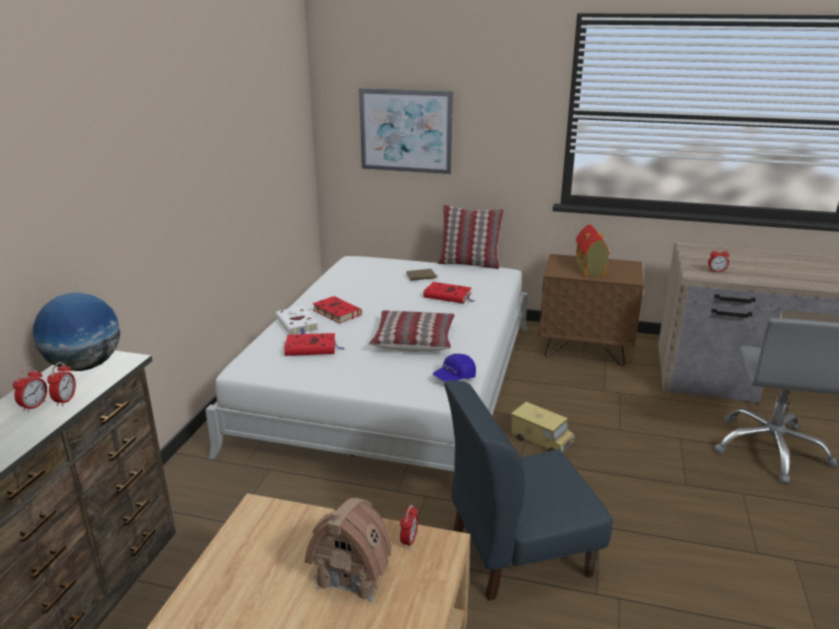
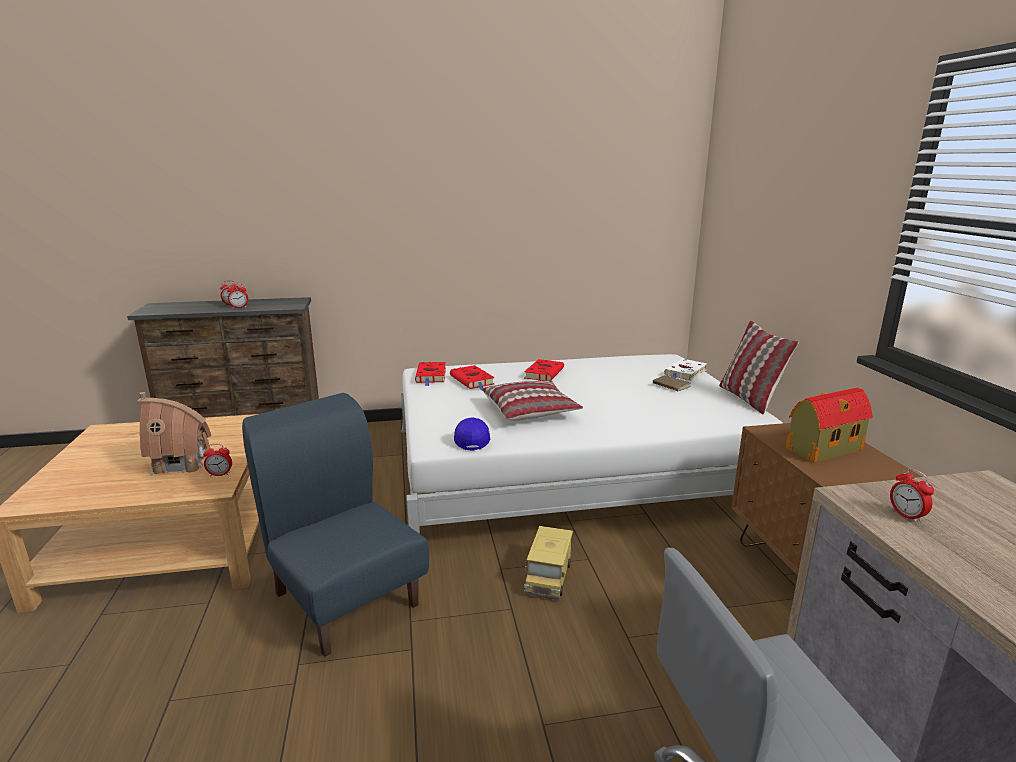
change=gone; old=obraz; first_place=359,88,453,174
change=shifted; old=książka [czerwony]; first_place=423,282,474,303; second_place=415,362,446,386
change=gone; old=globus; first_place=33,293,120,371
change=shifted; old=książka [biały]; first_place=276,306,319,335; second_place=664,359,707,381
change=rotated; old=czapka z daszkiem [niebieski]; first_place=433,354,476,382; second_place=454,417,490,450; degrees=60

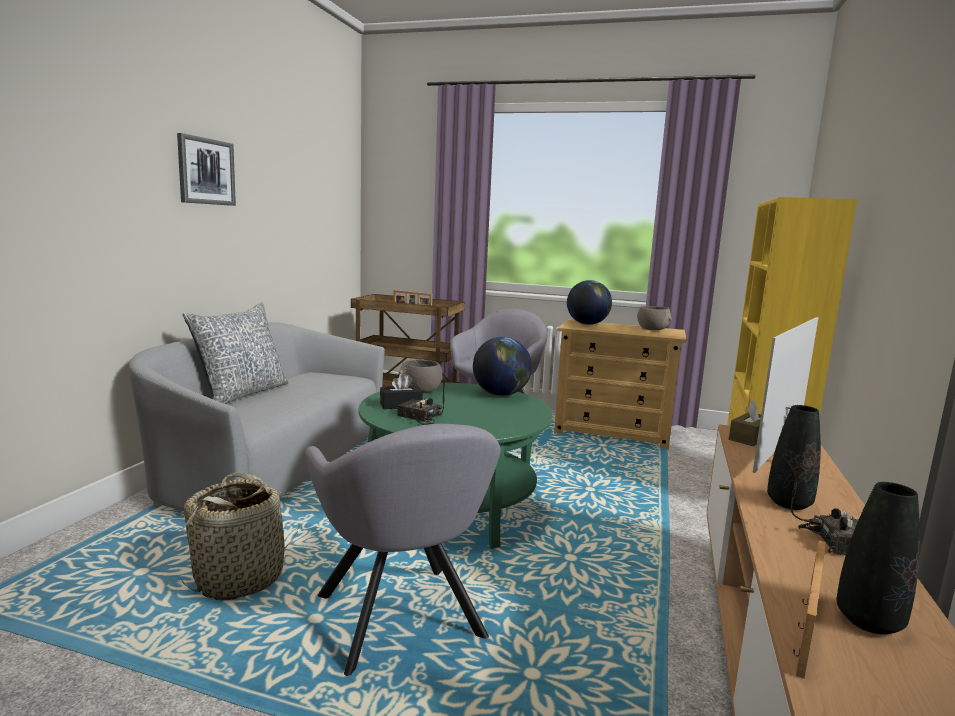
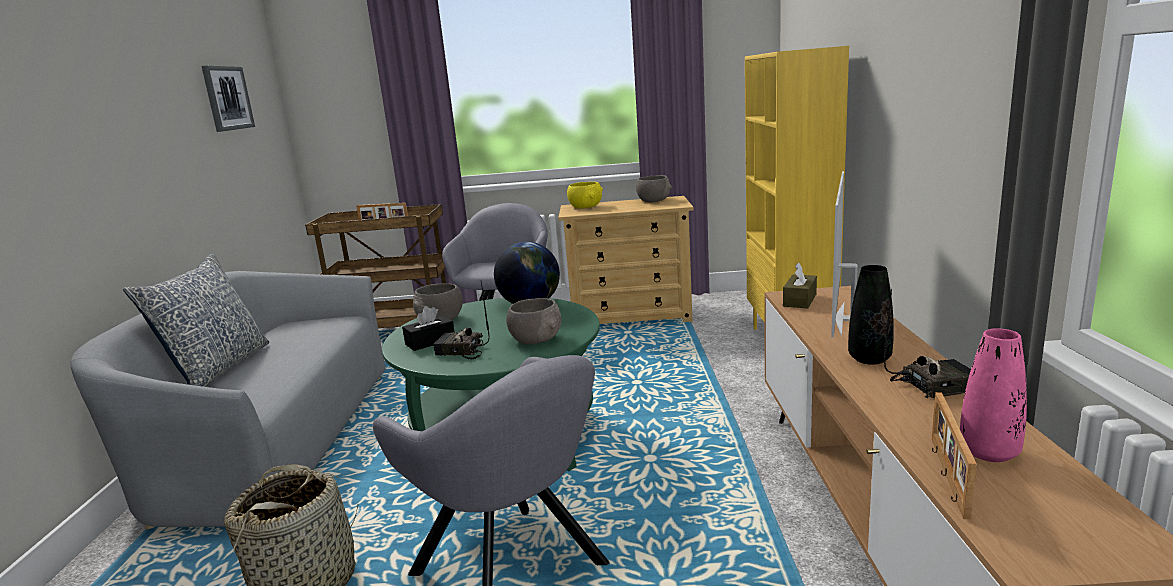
change=shifted; old=obraz; first_place=177,133,236,206; second_place=201,66,255,132
change=swapped; old=globus; new=miska [żółty]; first_place=567,280,612,325; second_place=567,182,603,209
change=repainted; old=wazon [czarny]; new=wazon [różowy]; first_place=836,482,920,635; second_place=960,329,1027,462
change=new; new=miska [szary]; second_place=506,298,561,344

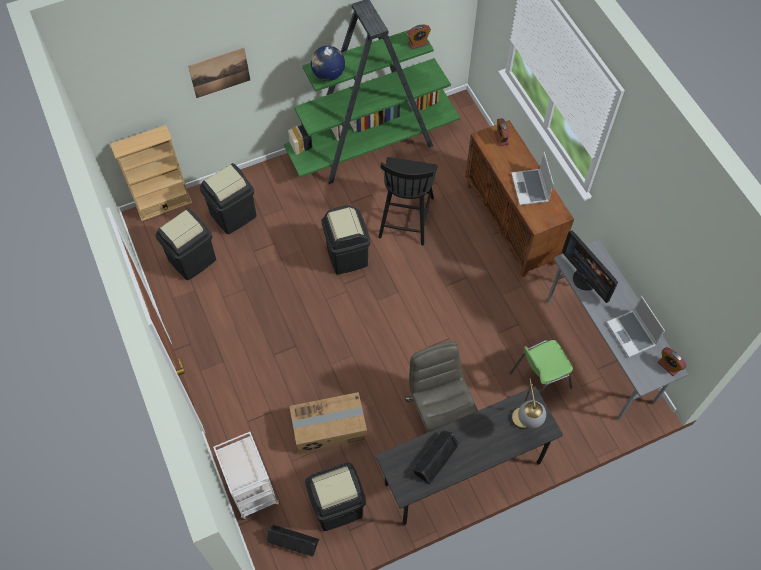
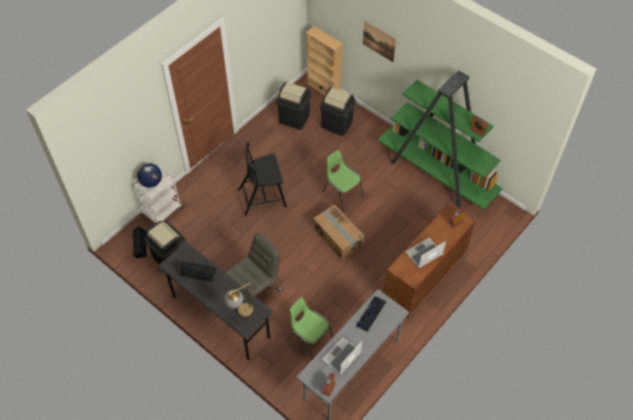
change=shifted; old=globus; first_place=311,46,345,81; second_place=137,163,162,188
change=shifted; old=krzesło [czarny]; first_place=378,157,438,245; second_place=238,142,287,216
change=swapped; old=kosz na śmieci [czarny]; new=krzesło [zielony]; first_place=321,205,370,275; second_place=322,150,364,212
change=swapped; old=monitor; new=klawiatura; first_place=562,231,618,303; second_place=356,296,386,332
change=shifted; old=karton; first_place=289,392,367,454; second_place=313,205,364,259

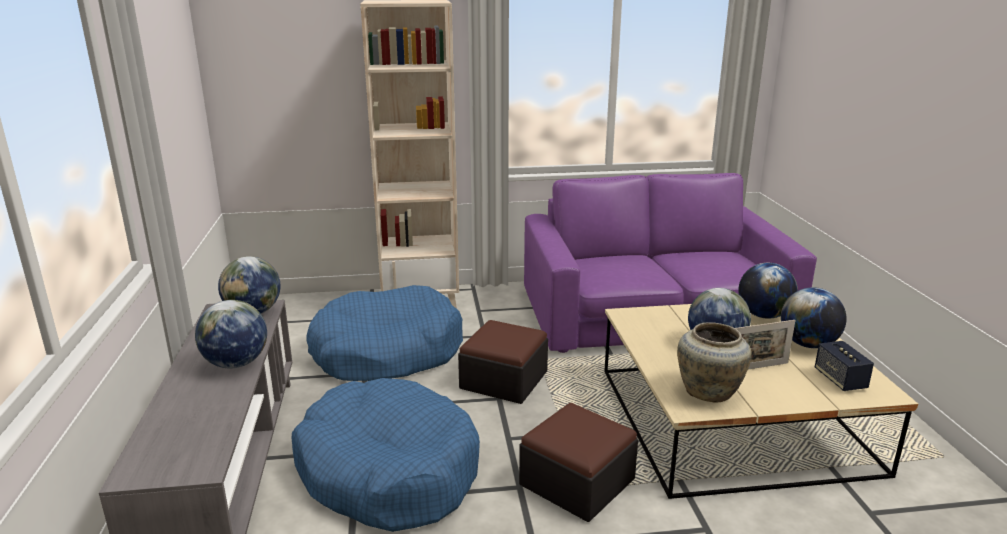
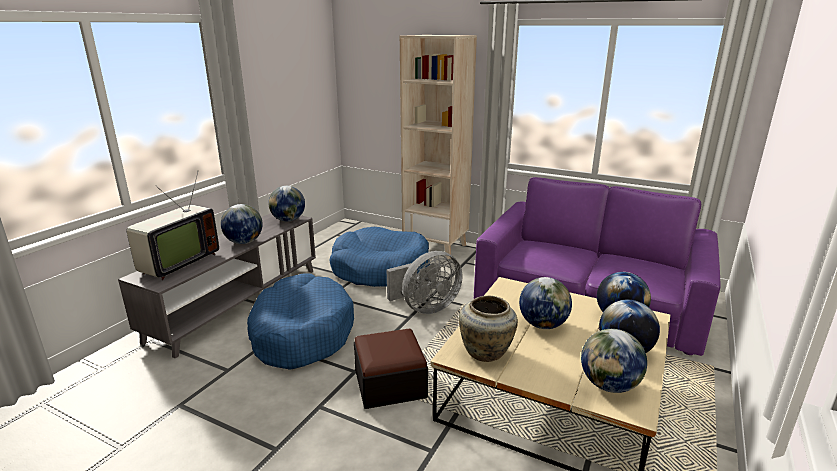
change=swapped; old=pufa; new=wentylator [szary]; first_place=458,320,548,404; second_place=386,251,463,314
change=gone; old=ramka na zdjęcie; first_place=735,320,795,370
change=swapped; old=głośnik; new=globus; first_place=815,341,874,391; second_place=581,329,647,393
change=new; new=telewizor; second_place=126,170,219,280

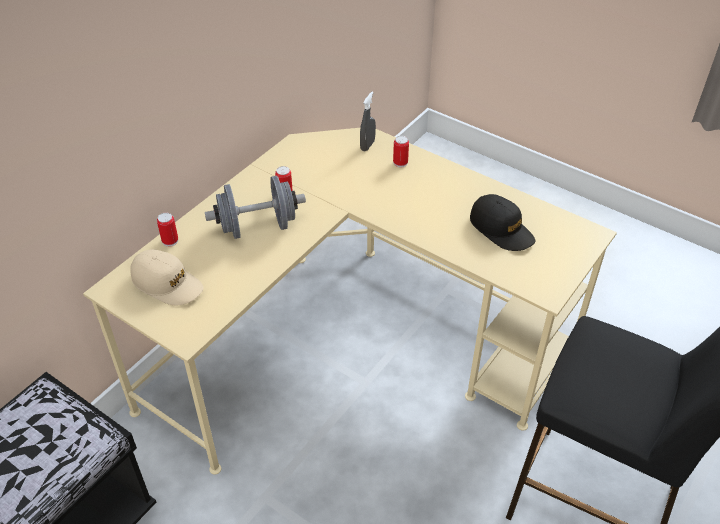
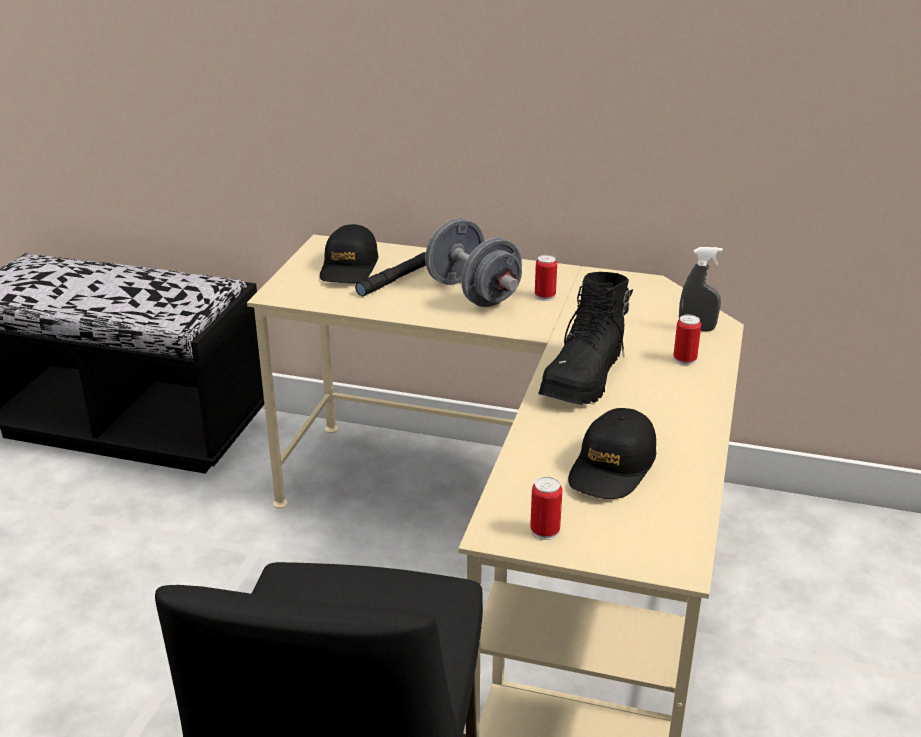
change=shifted; old=puszka; first_place=157,213,178,247; second_place=530,477,562,540
change=repainted; old=czapka z daszkiem [beżowy]; new=czapka z daszkiem [czarny]; first_place=131,249,203,306; second_place=320,224,378,283
change=new; new=latarka [czarny]; second_place=355,252,426,296
change=new; new=but z cholewką [czarny]; second_place=539,272,633,405

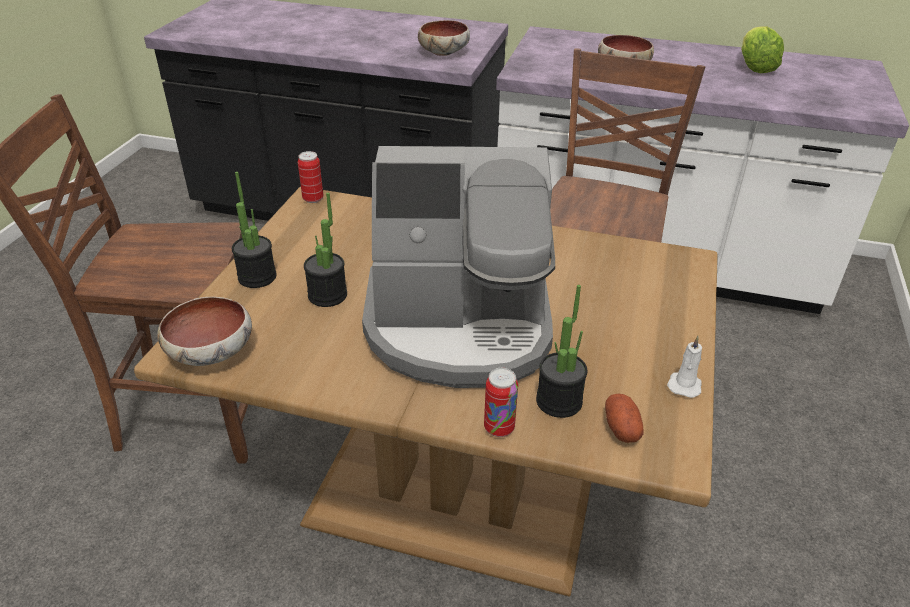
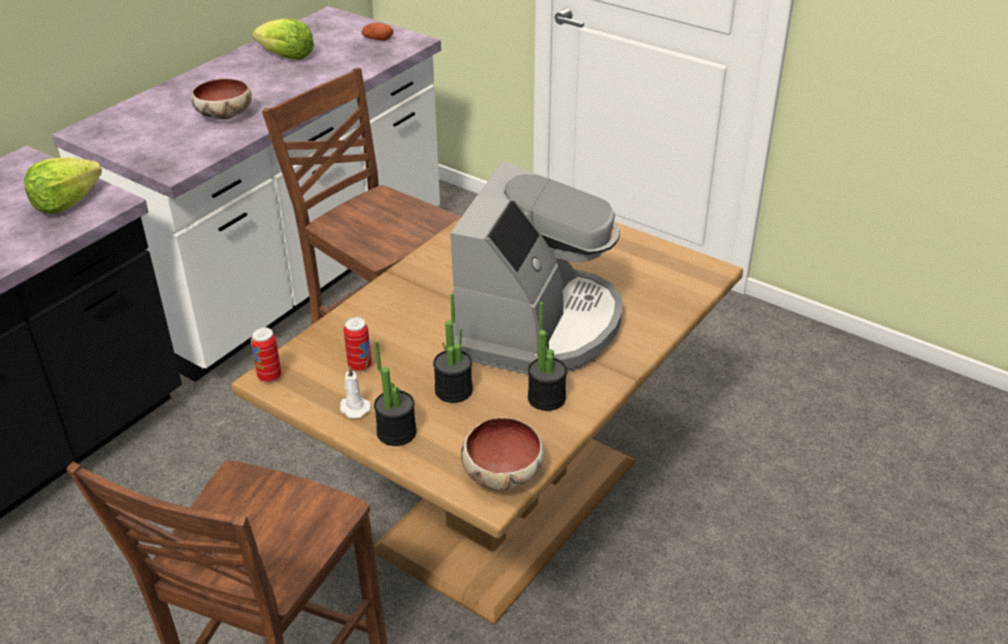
change=swapped; old=miska; new=sałata; first_place=418,20,470,56; second_place=24,157,102,214
change=shifted; old=roślina doniczkowa; first_place=536,285,587,418; second_place=528,302,567,411
change=shifted; old=świeca [biały]; first_place=667,336,702,398; second_place=340,366,371,419
change=shifted; old=puszka; first_place=484,368,518,437; second_place=344,317,372,372
change=shifted; old=ziemniak; first_place=605,394,644,443; second_place=362,23,393,41

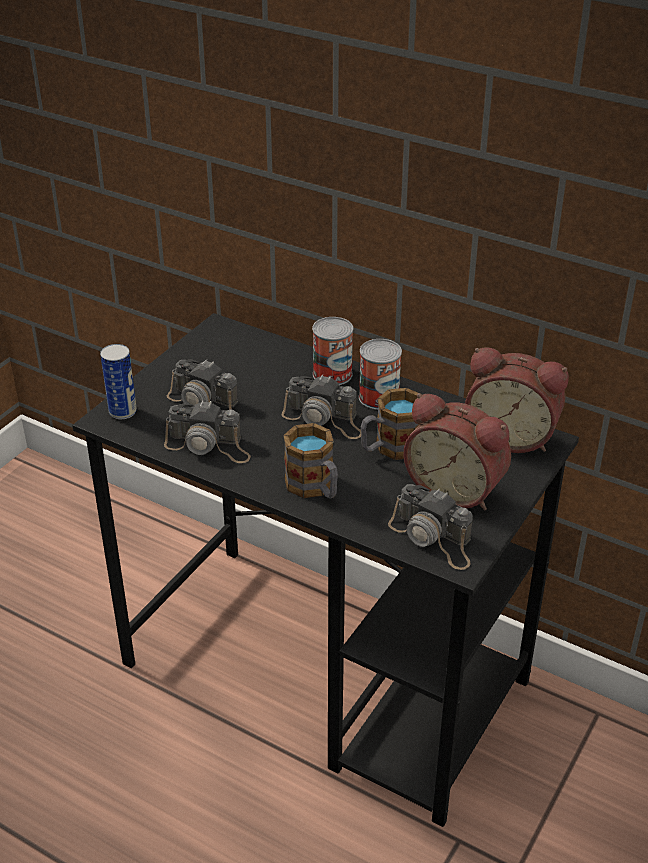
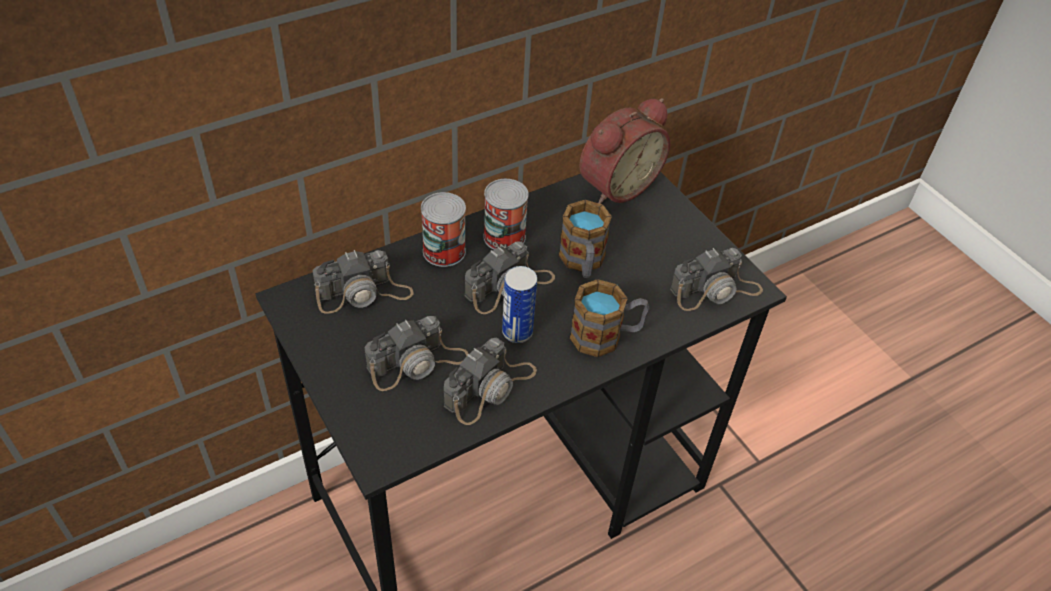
change=shifted; old=puszka; first_place=100,344,137,419; second_place=502,266,537,343
change=gone; old=budzik; first_place=403,393,511,510
change=new; new=aparat fotograficzny; second_place=312,250,414,314

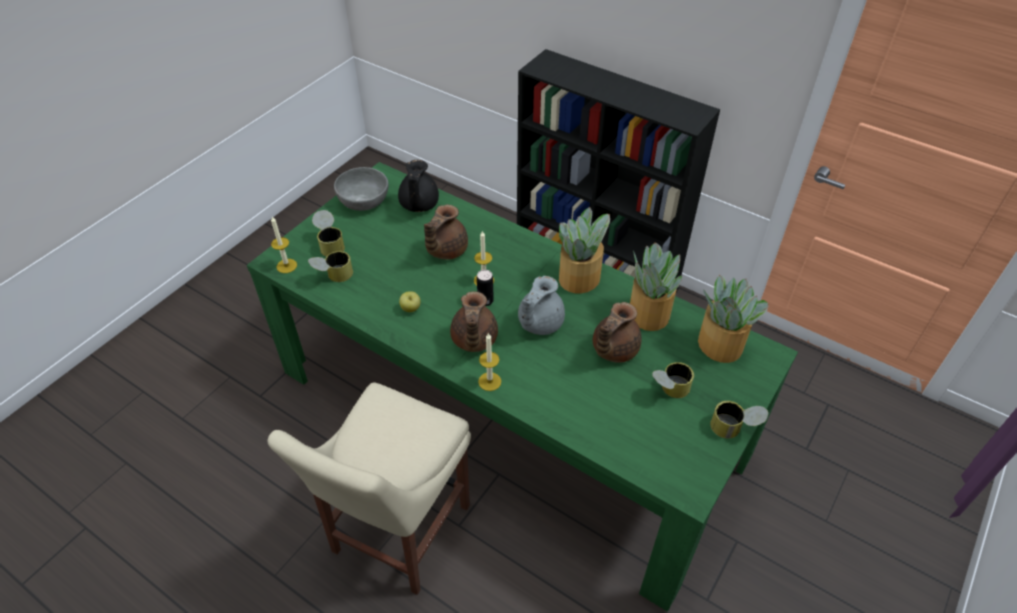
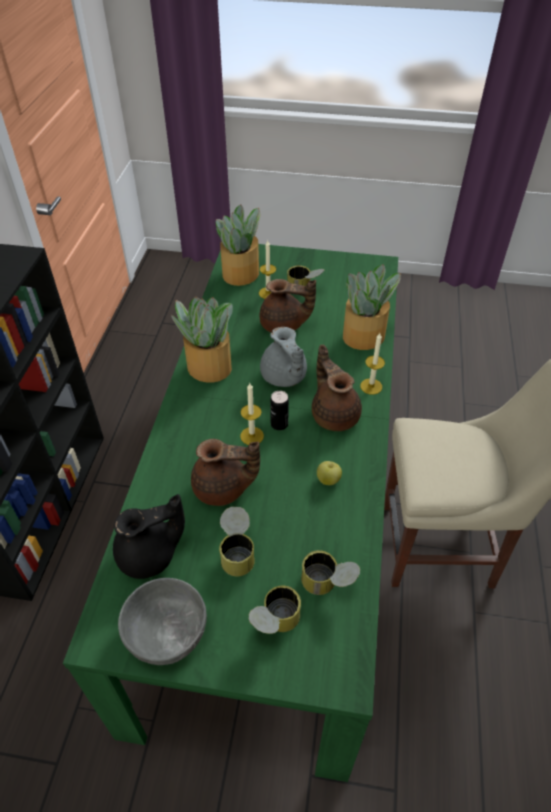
change=shifted; old=świeca; first_place=271,217,297,273; second_place=259,241,276,299
change=shifted; old=roślina doniczkowa; first_place=630,243,682,331; second_place=343,264,401,350
change=rotated; old=imbryk [szary]; first_place=518,276,565,335; second_place=260,327,307,387; degrees=60
change=rotated; old=imbryk [brązowy]; first_place=450,291,498,352; second_place=312,345,362,431; degrees=-90
change=shifted; old=puszka; first_place=710,401,769,439; second_place=219,507,255,576

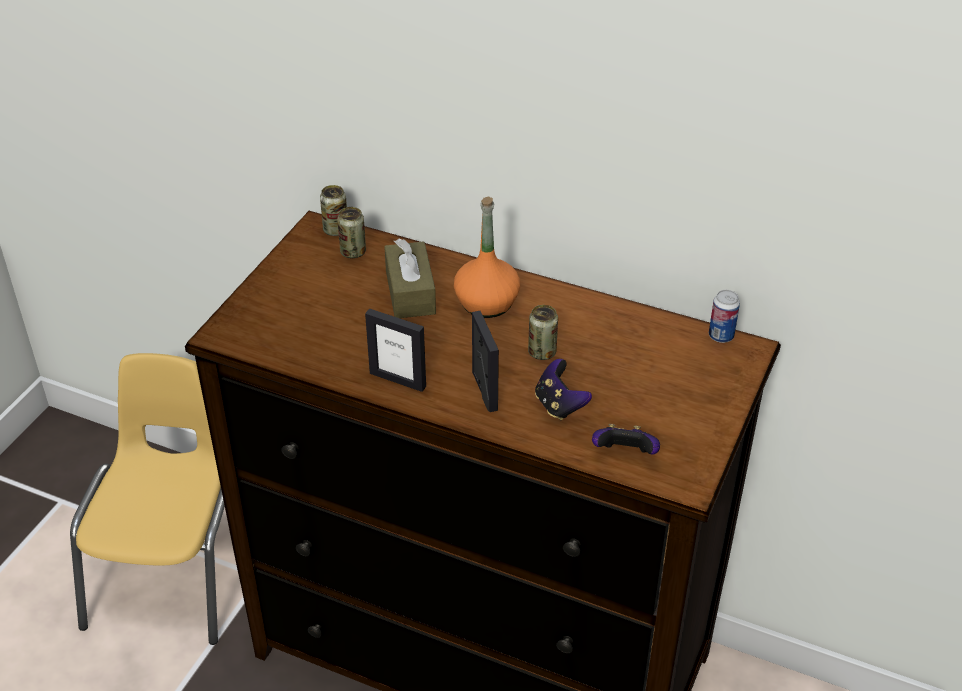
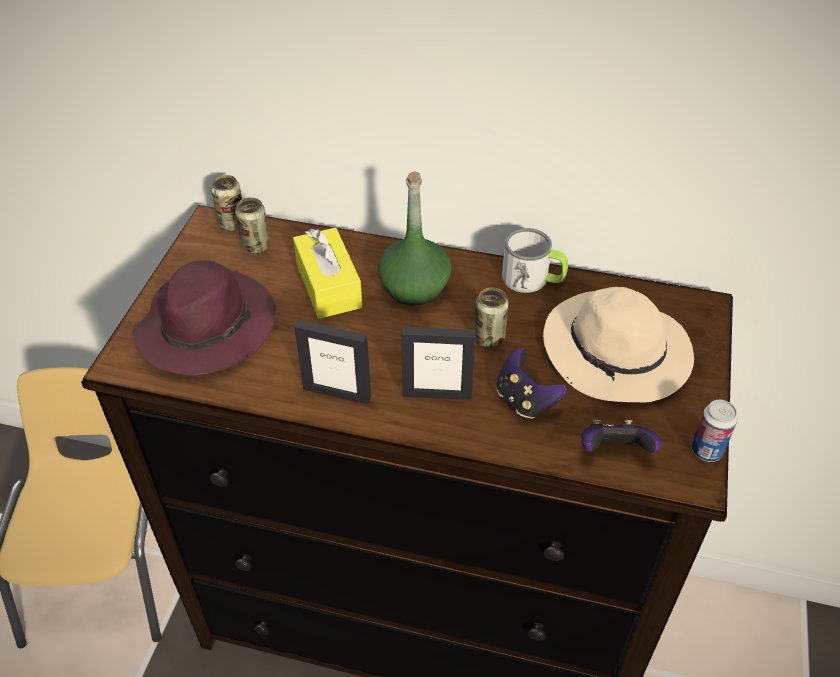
change=repainted; old=butelka [pomarańczowy]; new=butelka [zielony]; first_place=454,197,520,318; second_place=378,171,451,306
change=repainted; old=pudełko chusteczek [brązowy]; new=pudełko chusteczek [żółty]; first_place=384,239,436,318; second_place=293,228,362,319
change=shifted; old=puszka; first_place=709,290,740,343; second_place=691,400,738,462
change=rotated; old=ramka na zdjęcie; first_place=472,311,499,412; second_place=402,327,476,400; degrees=120
change=new; new=kubek; second_place=502,228,568,293
change=new; new=kapelusz [fioletowy]; second_place=133,260,276,376
change=new; new=kapelusz [beżowy]; second_place=543,287,694,403

